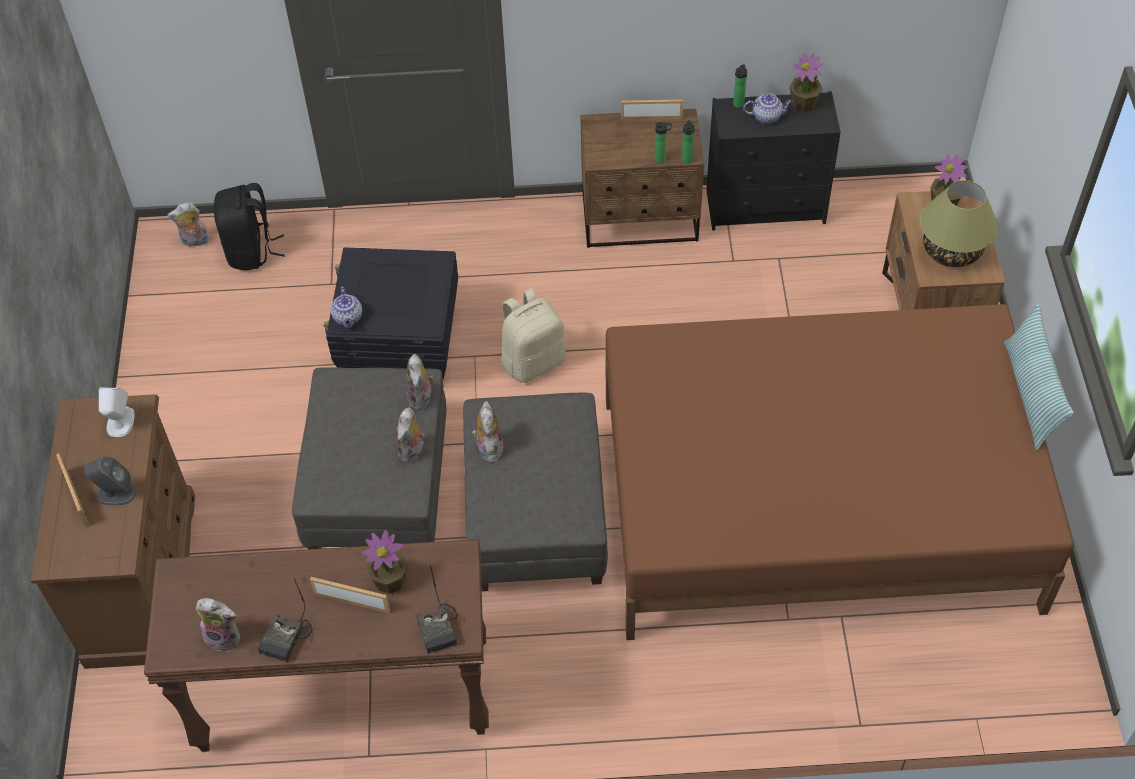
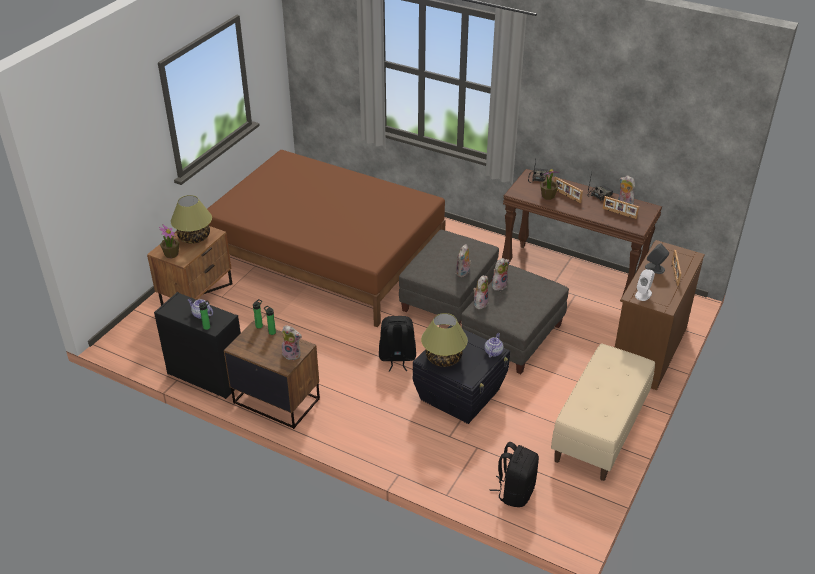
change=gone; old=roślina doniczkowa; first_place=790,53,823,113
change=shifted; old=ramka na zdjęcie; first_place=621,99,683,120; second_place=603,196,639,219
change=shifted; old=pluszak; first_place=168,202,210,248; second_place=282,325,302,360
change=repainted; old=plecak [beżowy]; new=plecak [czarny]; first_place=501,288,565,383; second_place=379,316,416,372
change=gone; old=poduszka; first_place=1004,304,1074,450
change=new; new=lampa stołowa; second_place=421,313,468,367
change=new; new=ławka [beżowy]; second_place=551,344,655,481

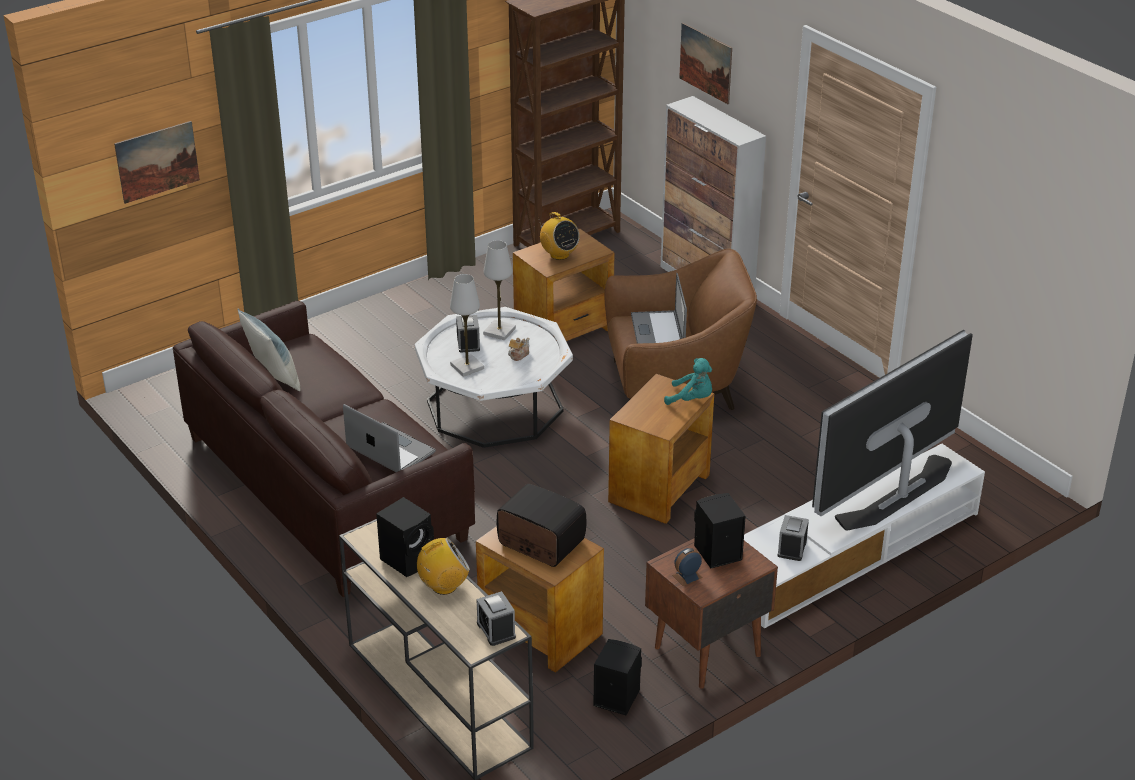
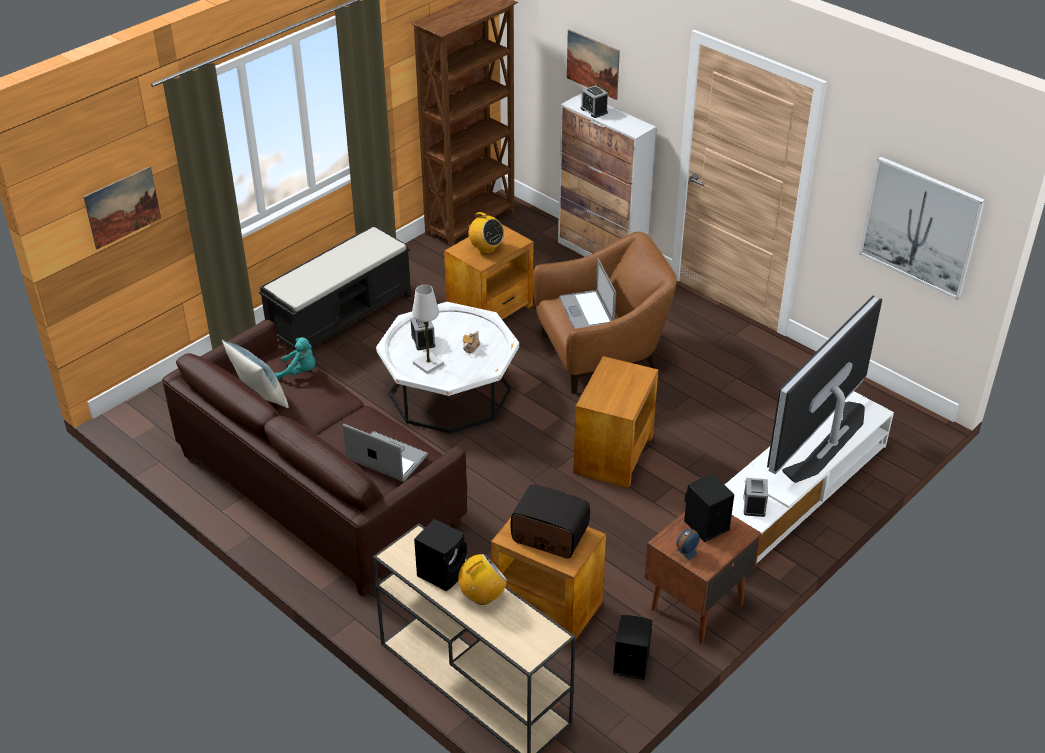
change=gone; old=lampa stołowa [biały]; first_place=483,240,516,340
change=shifted; old=pluszak [turkusowy]; first_place=664,358,712,405; second_place=275,337,315,380
change=shifted; old=budzik; first_place=476,591,516,646; second_place=581,85,608,118
change=new; new=obraz; second_place=859,156,985,300
change=new; new=ławka [czarny]; second_place=259,225,411,350

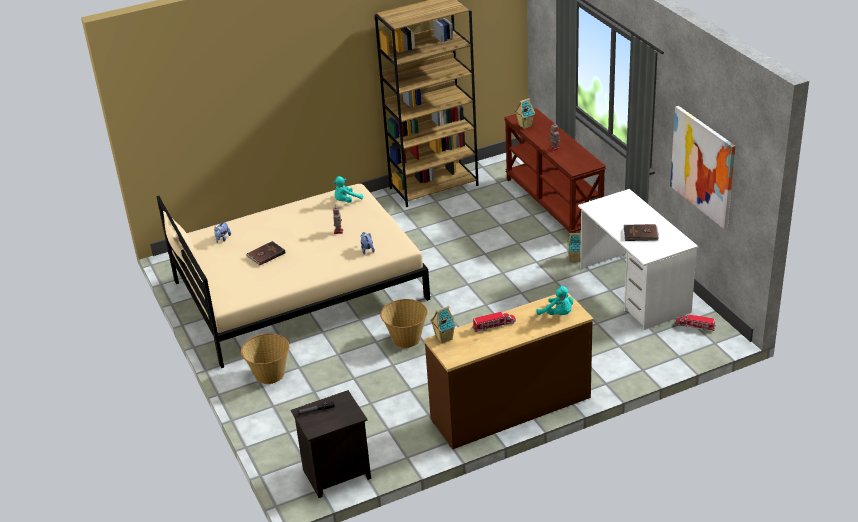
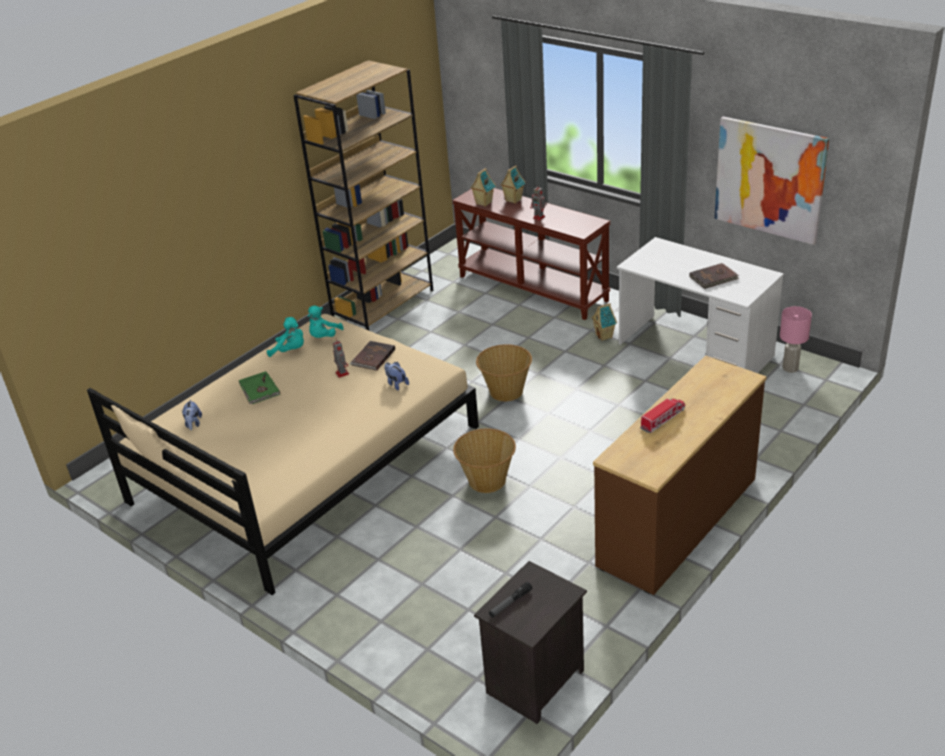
change=shifted; old=książka [brązowy]; first_place=246,241,285,265; second_place=350,341,395,371
change=shifted; old=pluszak [turkusowy]; first_place=536,286,573,315; second_place=267,317,304,357
change=shifted; old=domek; first_place=430,306,456,344; second_place=500,165,526,204
change=swapped; old=ciężarówka zabawkowa; new=lampa stołowa [różowy]; first_place=676,314,716,331; second_place=780,306,812,373
change=shifted; old=koszyk; first_place=241,333,289,384; second_place=476,344,532,401
change=new; new=książka [zielony]; second_place=238,371,280,404

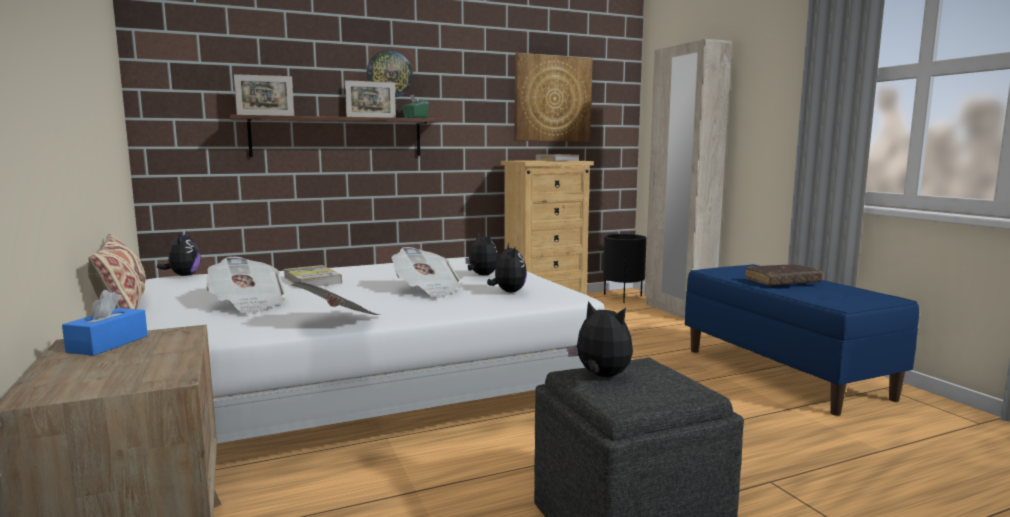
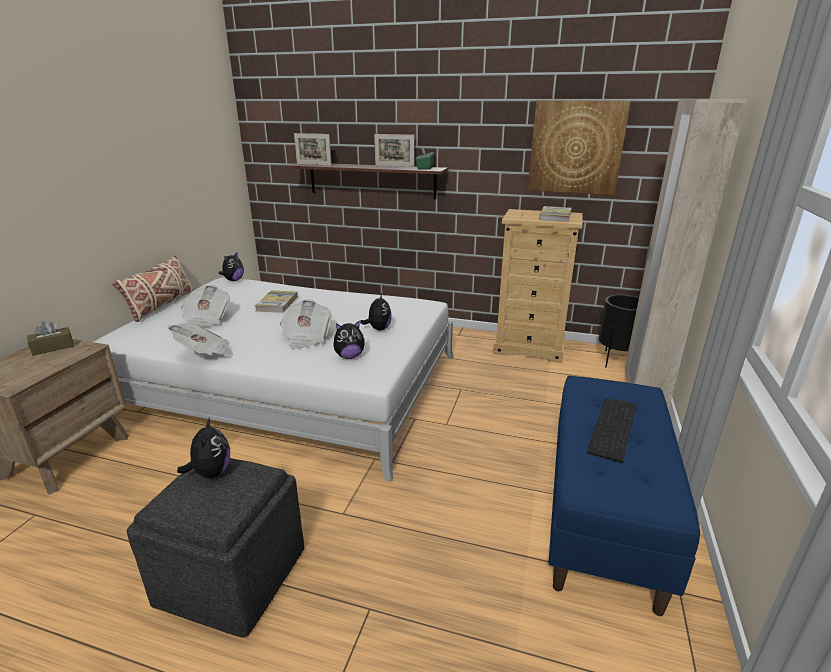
change=gone; old=zegar ścienny; first_place=367,50,413,98
change=rotated; old=pluszak; first_place=487,243,527,292; second_place=333,320,365,359; degrees=45
change=swapped; old=książka [brązowy]; new=klawiatura; first_place=745,264,823,286; second_place=587,398,636,463
change=repainted; old=pudełko chusteczek [niebieski]; new=pudełko chusteczek [brązowy]; first_place=62,290,148,356; second_place=27,321,74,355

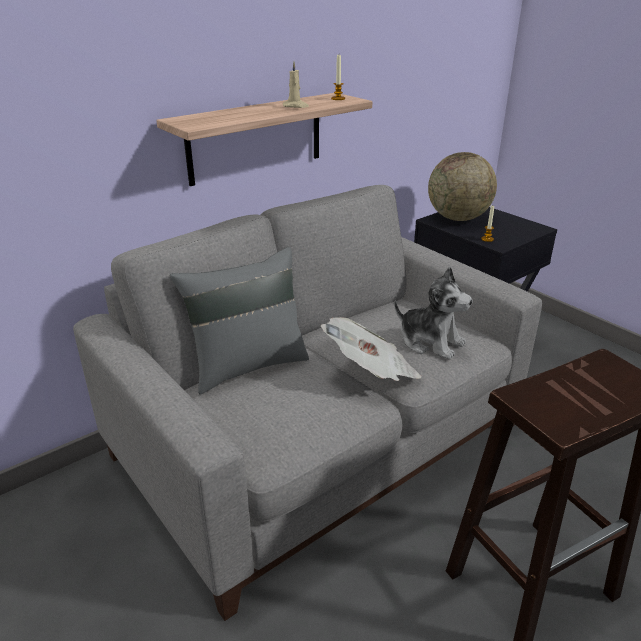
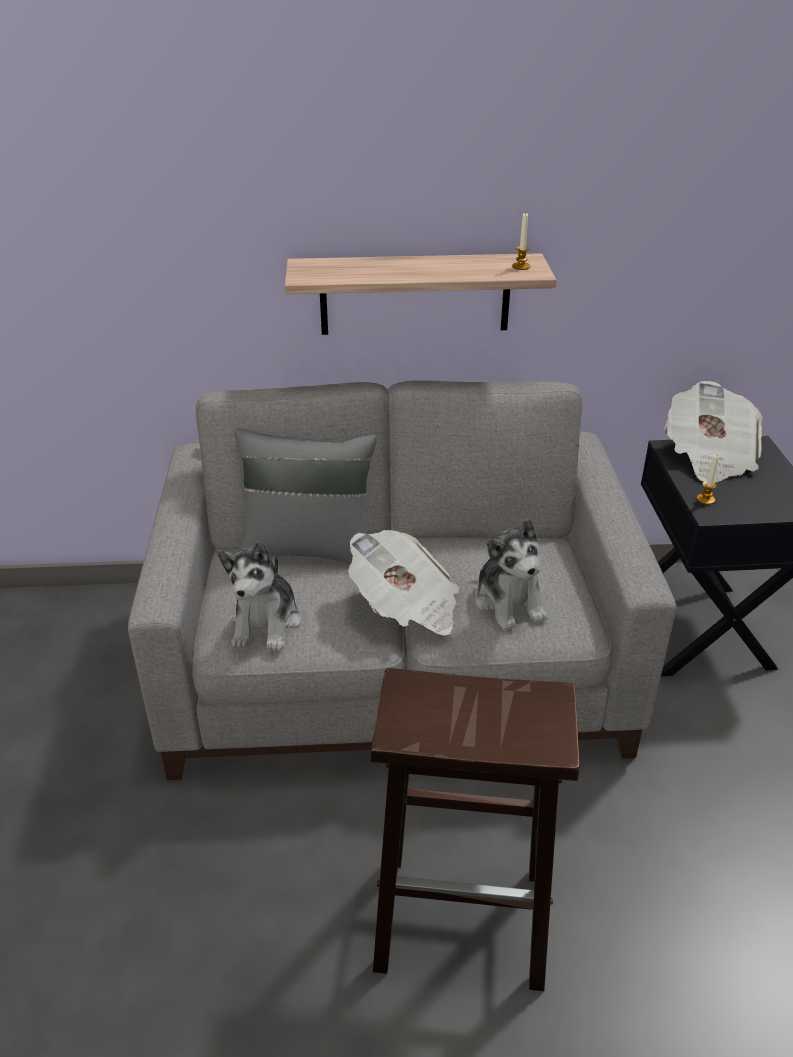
change=gone; old=świeca [beżowy]; first_place=283,62,309,108
change=swapped; old=globus; new=gazeta; first_place=428,152,497,221; second_place=664,381,762,483
change=new; new=pluszak; second_place=218,542,301,651

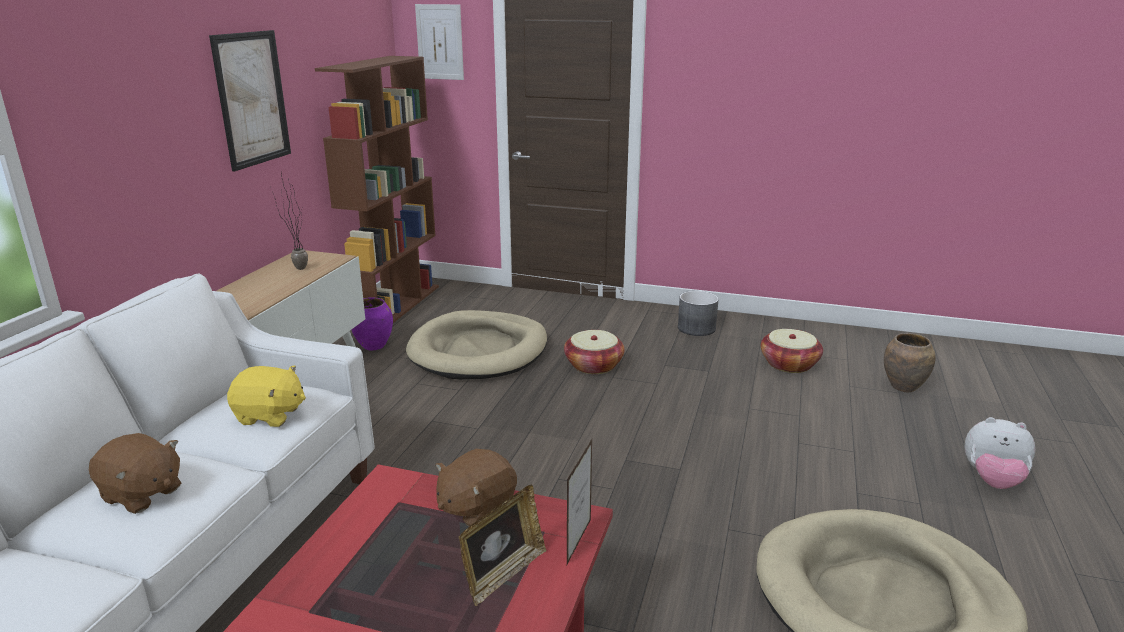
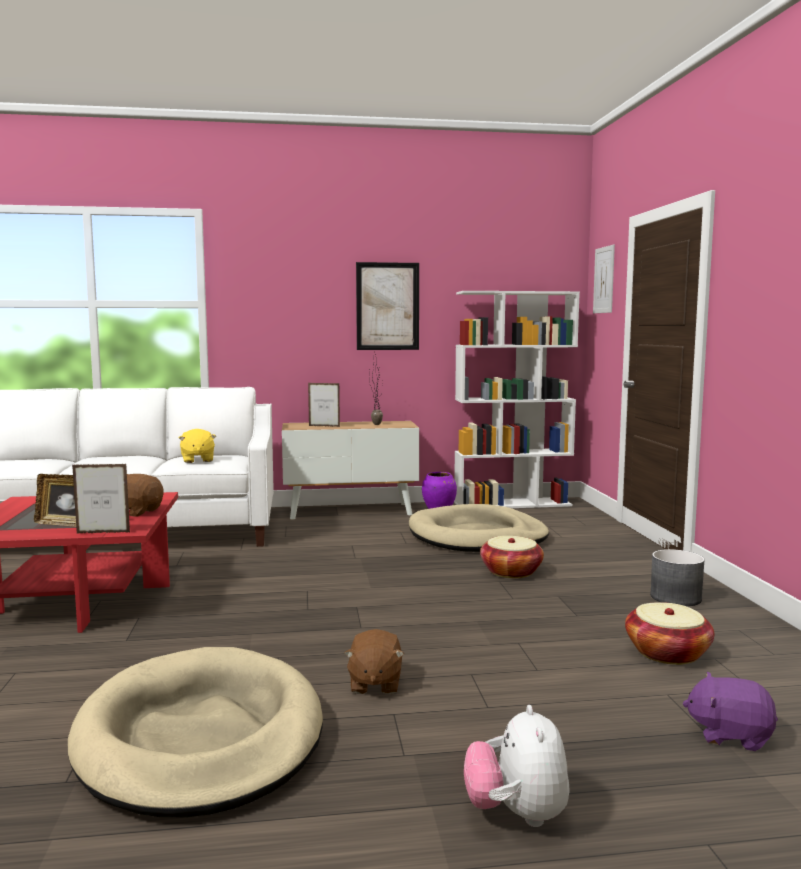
change=repainted; old=regał [brązowy]; new=regał [biały]; first_place=315,56,439,323; second_place=454,291,580,508
change=swapped; old=wazon [brązowy]; new=pluszak [fioletowy]; first_place=884,333,936,392; second_place=683,672,778,751
change=shifted; old=pluszak [brązowy]; first_place=89,433,181,514; second_place=344,629,404,694
change=new; new=ramka na zdjęcie; second_place=308,383,340,427

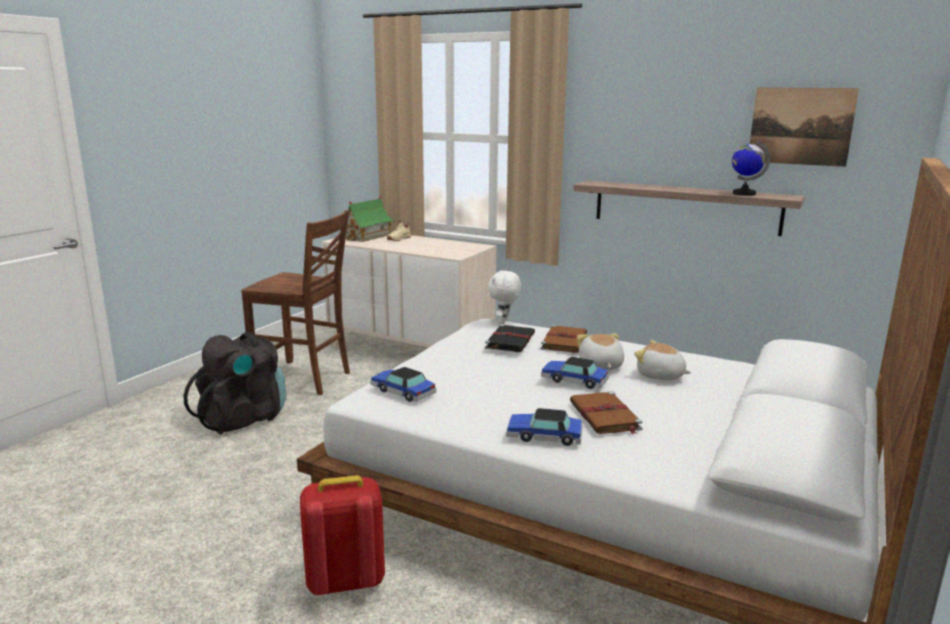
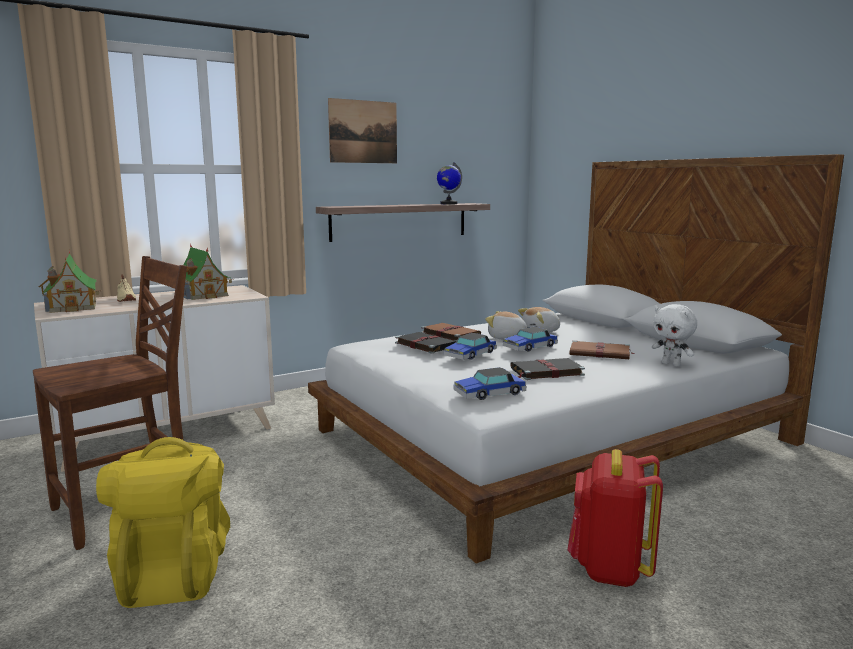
change=shifted; old=obraz; first_place=750,87,859,167; second_place=328,98,397,163
change=shifted; old=pluszak [biały]; first_place=488,270,521,324; second_place=652,304,697,367
change=repainted; old=plecak [czarny]; new=plecak [żółty]; first_place=184,332,286,434; second_place=96,437,230,608
change=shifted; old=samochodzik; first_place=506,408,583,446; second_place=444,333,497,360
change=new; new=domek; second_place=183,243,233,300
change=new; new=książka [czarny]; second_place=510,358,585,380

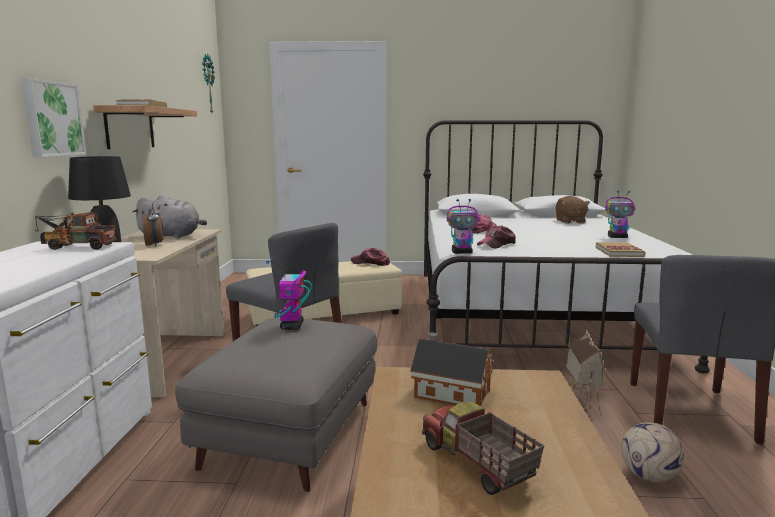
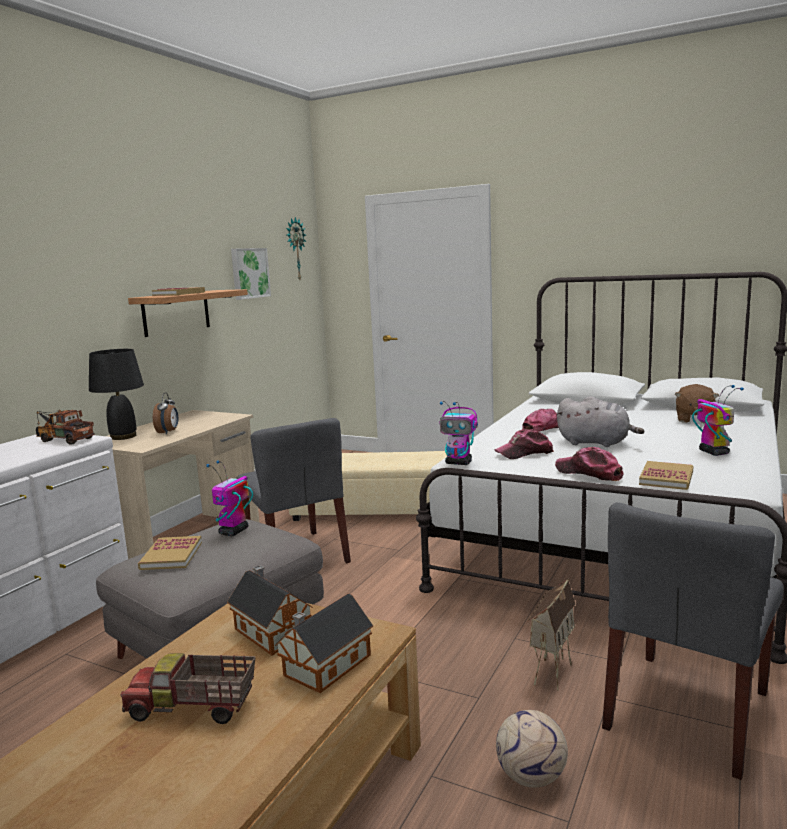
change=shifted; old=obraz; first_place=21,78,87,157; second_place=231,248,271,300
change=rotated; old=robot zabawkowy; first_place=605,191,635,238; second_place=692,385,744,456; degrees=-135
change=shifted; old=pluszak [szary]; first_place=132,195,207,238; second_place=556,396,644,447
change=shifted; old=czapka z daszkiem; first_place=351,248,390,266; second_place=555,447,624,481
change=rotated; old=ciężarówka zabawkowa; first_place=422,402,545,495; second_place=120,653,255,724; degrees=-75
change=new; new=książka; second_place=138,536,202,570
change=new; new=domek; second_place=275,594,373,693

